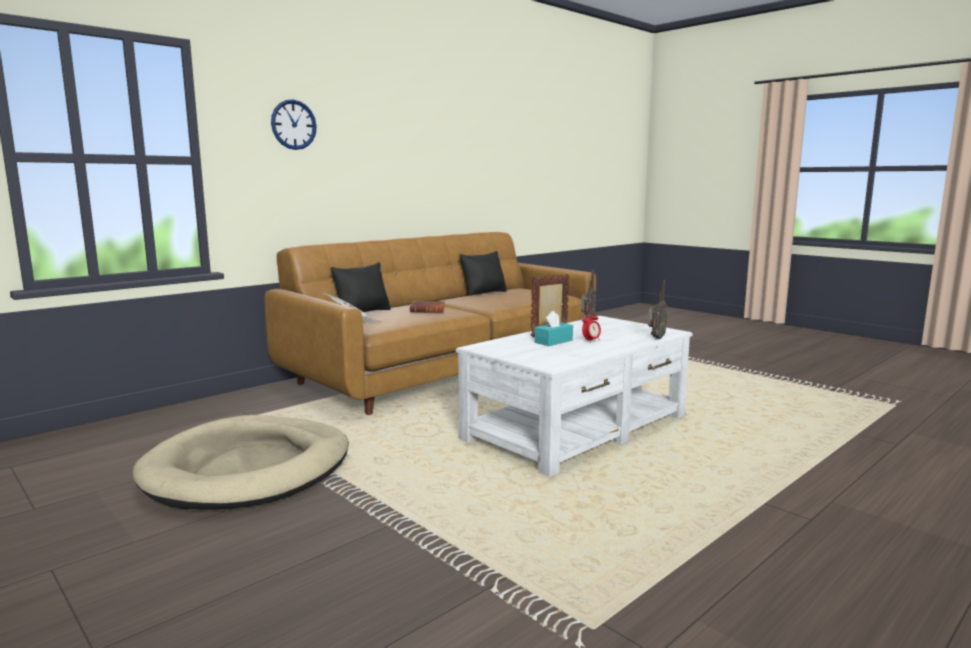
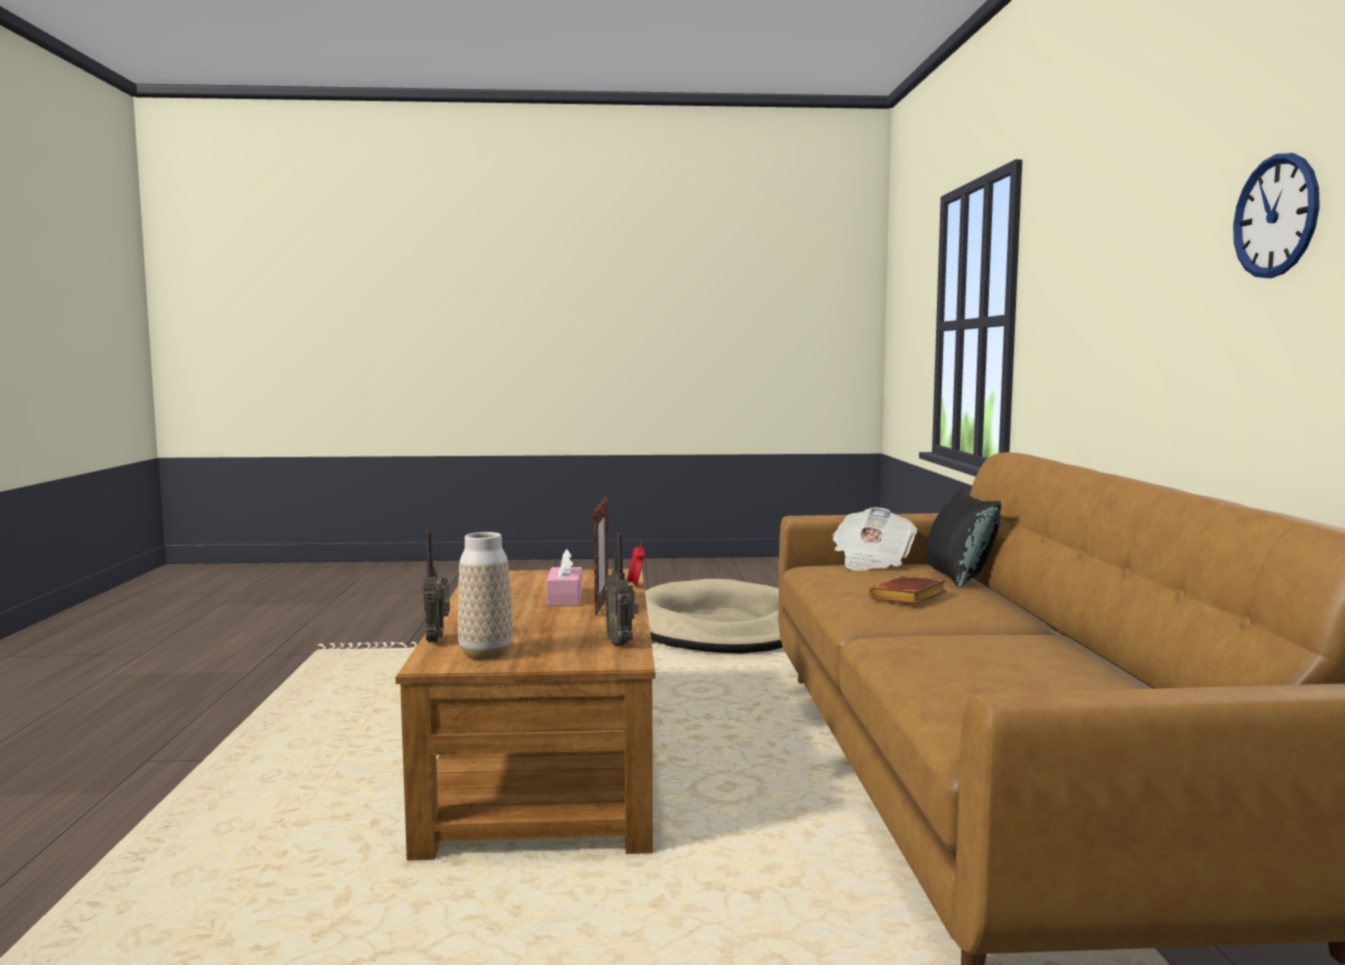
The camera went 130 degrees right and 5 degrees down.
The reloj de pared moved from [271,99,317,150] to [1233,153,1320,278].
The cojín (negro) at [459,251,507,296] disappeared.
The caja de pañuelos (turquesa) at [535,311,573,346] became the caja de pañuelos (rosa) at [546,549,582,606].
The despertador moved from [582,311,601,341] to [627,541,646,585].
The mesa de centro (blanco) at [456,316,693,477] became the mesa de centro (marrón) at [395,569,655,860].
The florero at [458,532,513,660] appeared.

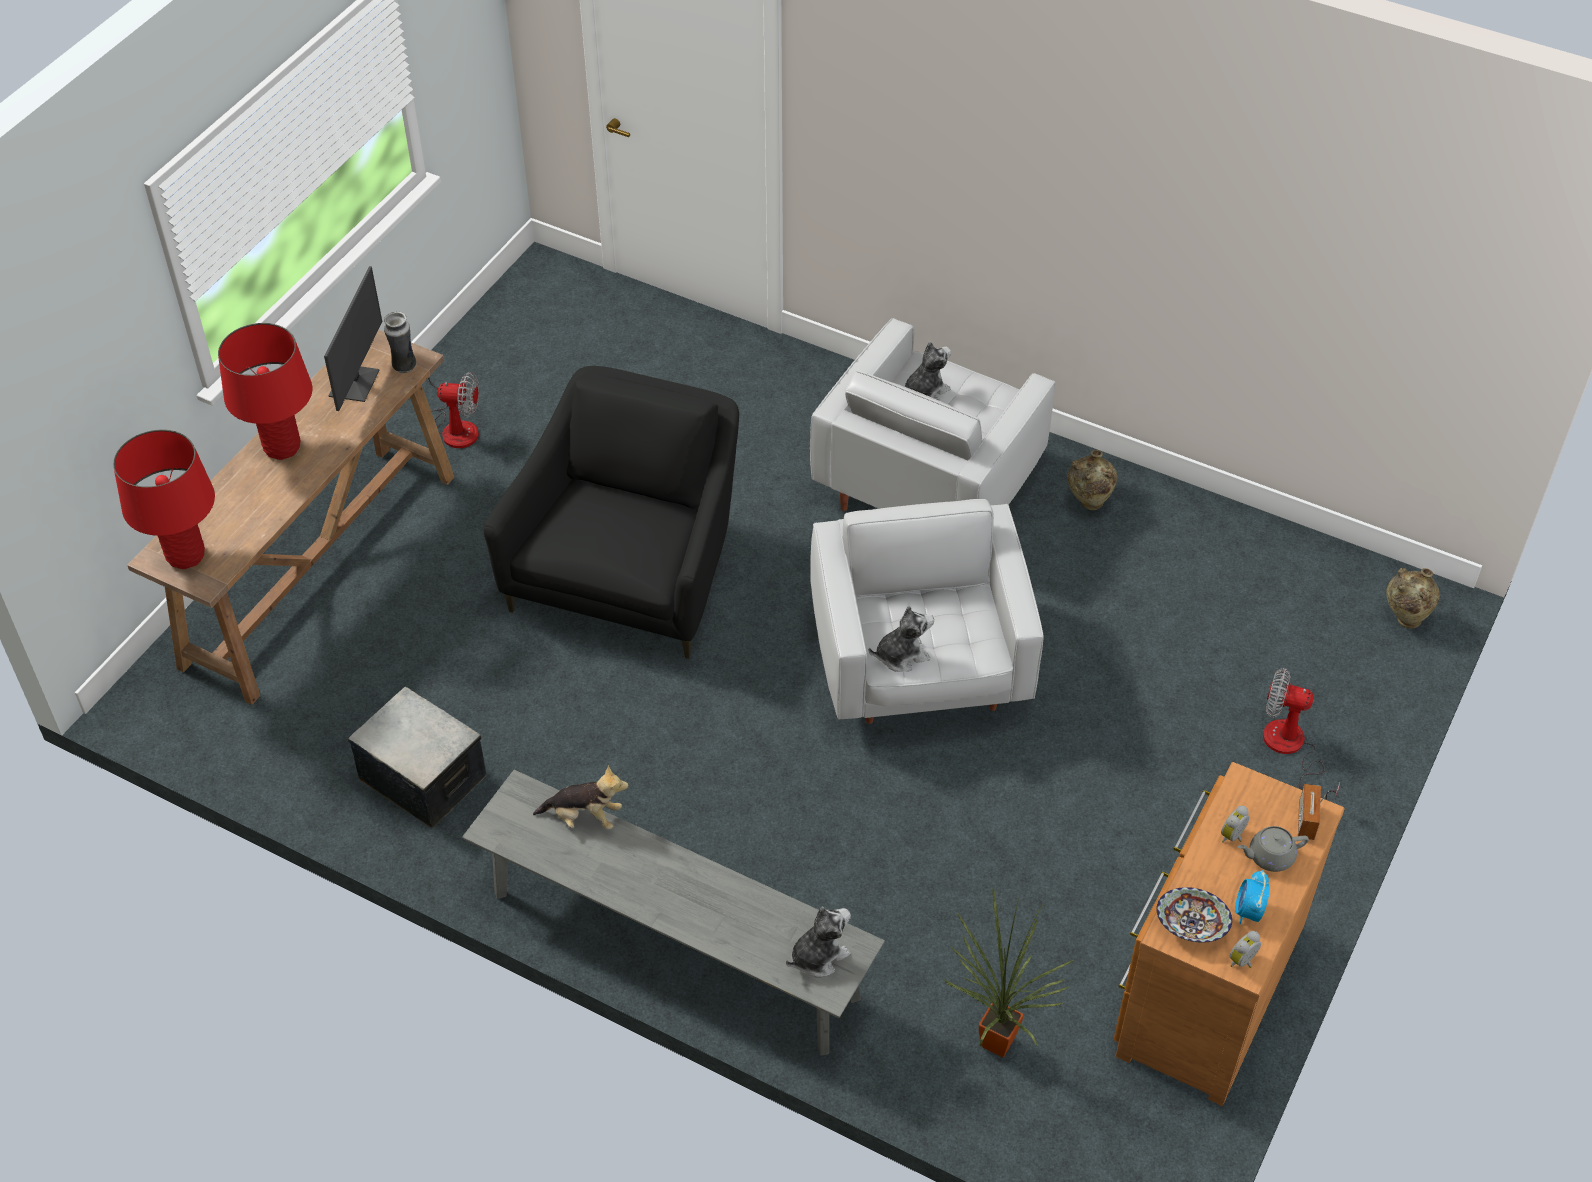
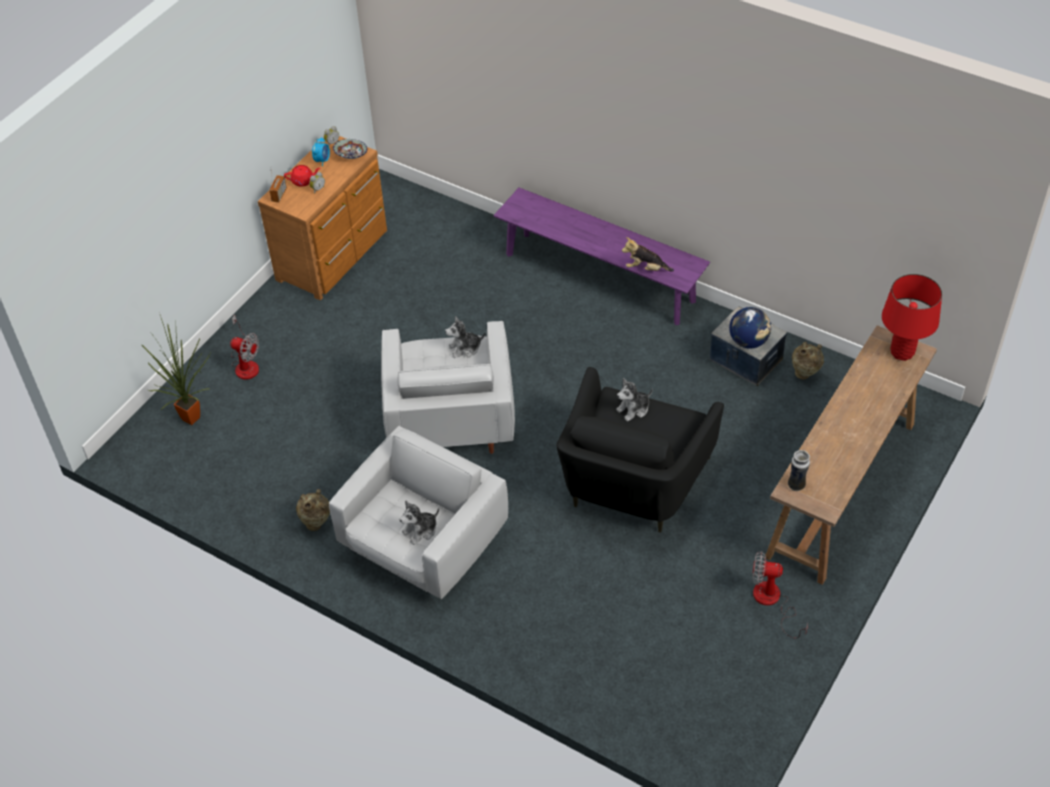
The camera went 175 degrees left and 0 degrees up.
The monitor at [324,266,382,411] disappeared.
The lámpara de mesa (rojo) at [218,323,313,460] disappeared.
The florero (beis) moved from [1386,568,1440,629] to [792,342,824,380].
The banco (gris) at [462,770,885,1056] became the banco (morado) at [494,187,710,325].
The tetera (gris) at [1238,826,1309,872] became the tetera (rojo) at [284,165,320,187].
The planta en maceta moved from [945,888,1073,1058] to [142,315,211,425].
The peluche moved from [786,906,851,977] to [616,378,653,422].
The globo terráqueo at [729,307,771,349] appeared.

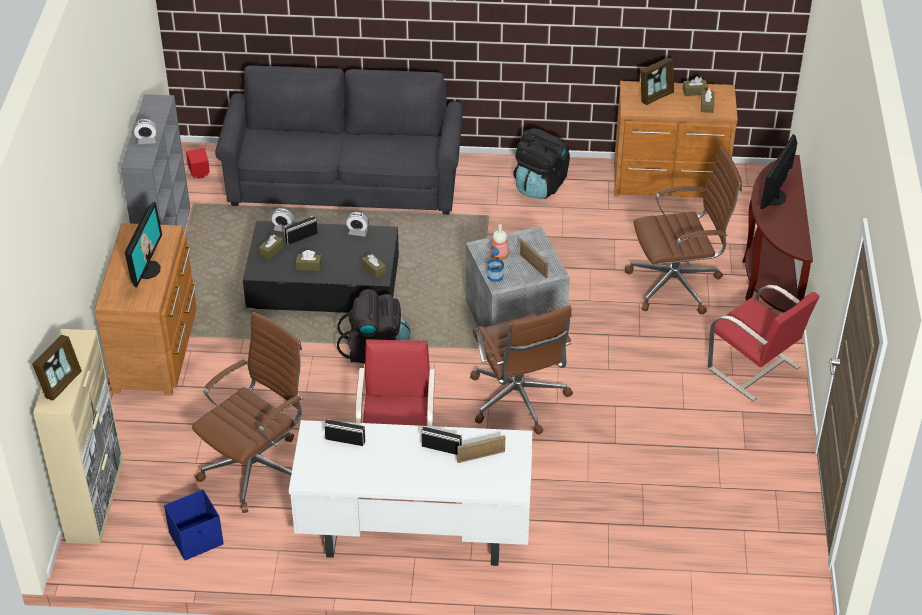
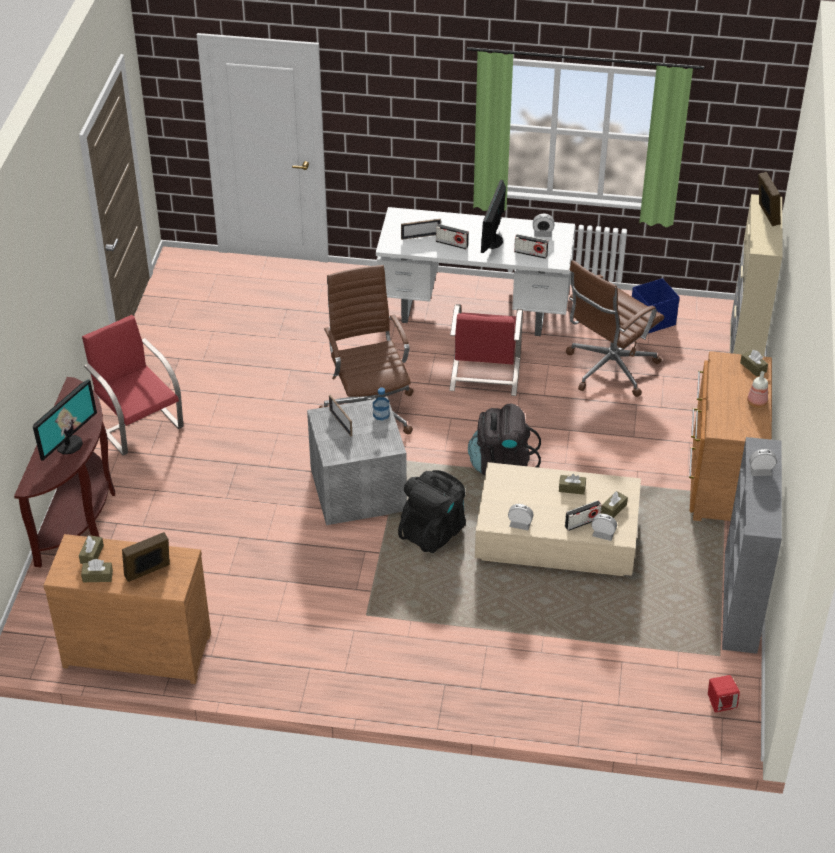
The camera went 175 degrees left and 0 degrees up.
The sofá (gris) at [215,66,463,215] disappeared.
The mochila (negro) moved from [513,128,570,199] to [398,470,466,553].
The silla de oficina (marrón) at [625,146,742,315] disappeared.
The monitor moved from [125,202,162,287] to [481,180,506,253].
The mesa de centro (negro) at [243,221,399,313] became the mesa de centro (beis) at [475,462,641,576].
The botella moved from [490,224,509,260] to [747,371,768,408].
The caja de pañuelos (marrón) moved from [362,253,386,279] to [740,349,768,377].
The portarretratos at [32,335,82,401] turned 135 degrees clockwise.
The despertador at [533,214,554,237] appeared.

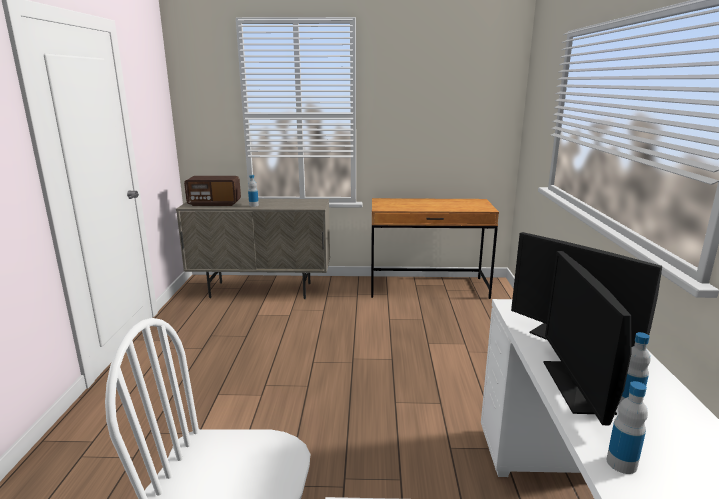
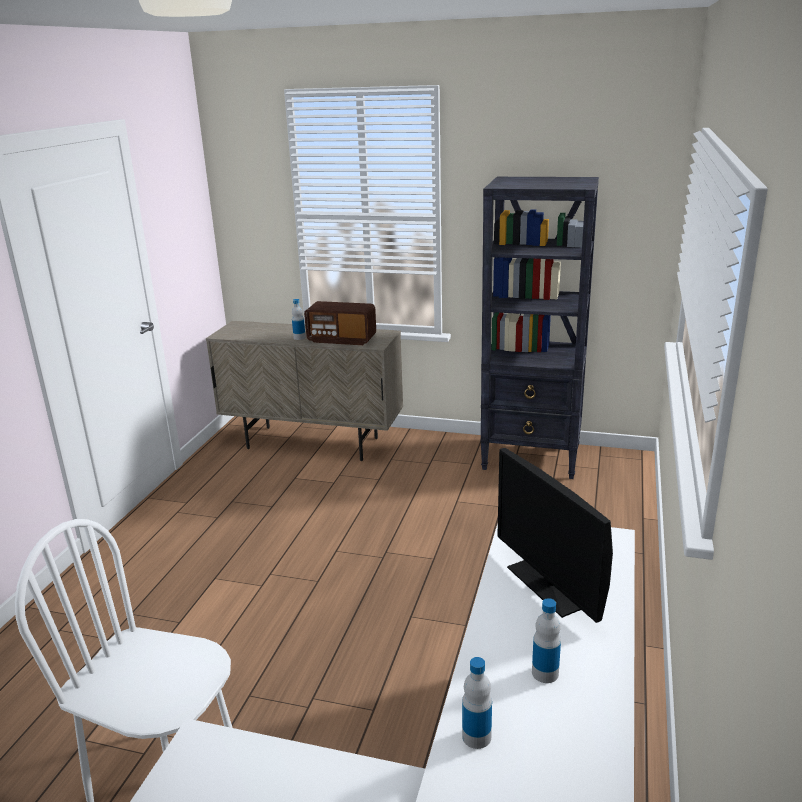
The camera went 15 degrees right and 5 degrees up.
The radio moved from [184,176,241,206] to [304,301,376,345].
The escritorio (marrón) at [371,198,499,299] was replaced by the estantería (negro) at [480,177,599,479].
The monitor at [543,251,631,425] disappeared.

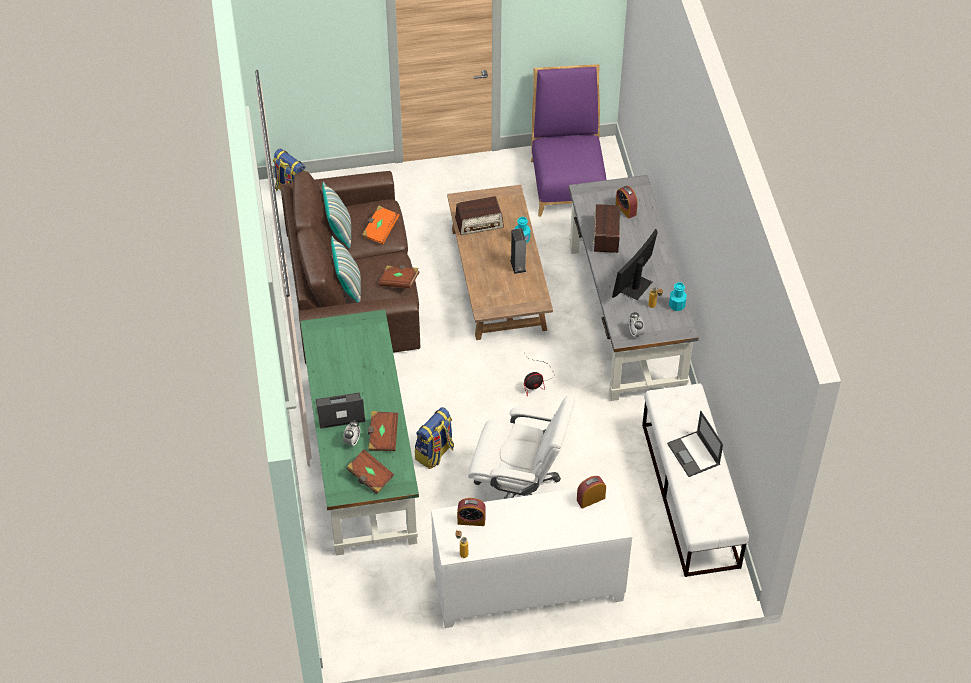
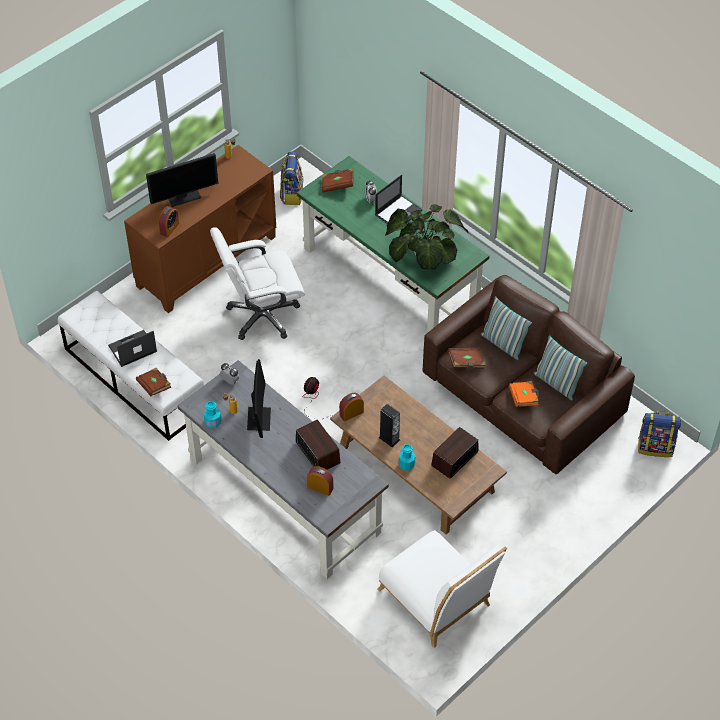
The camera went 145 degrees right and 0 degrees up.
The silla (morado) at [531,64,607,217] became the silla (blanco) at [378,530,507,648].
The mochila moved from [415,407,454,469] to [280,152,304,205].
The libro (marrón) moved from [368,411,398,451] to [136,368,171,396].
The portátil at [667,411,723,477] turned 60 degrees counterclockwise.
The armario (blanco) at [431,482,632,628] became the armario (marrón) at [124,145,276,313].
The despertador moved from [457,498,486,526] to [339,393,364,422].
The monitor at [146,153,218,207] appeared.
The planta en maceta at [385,204,468,269] appeared.

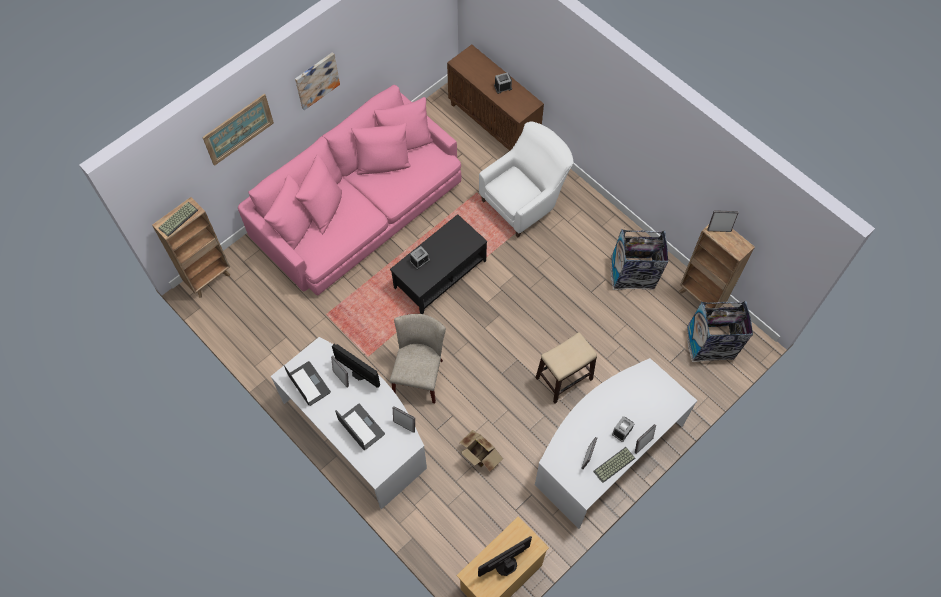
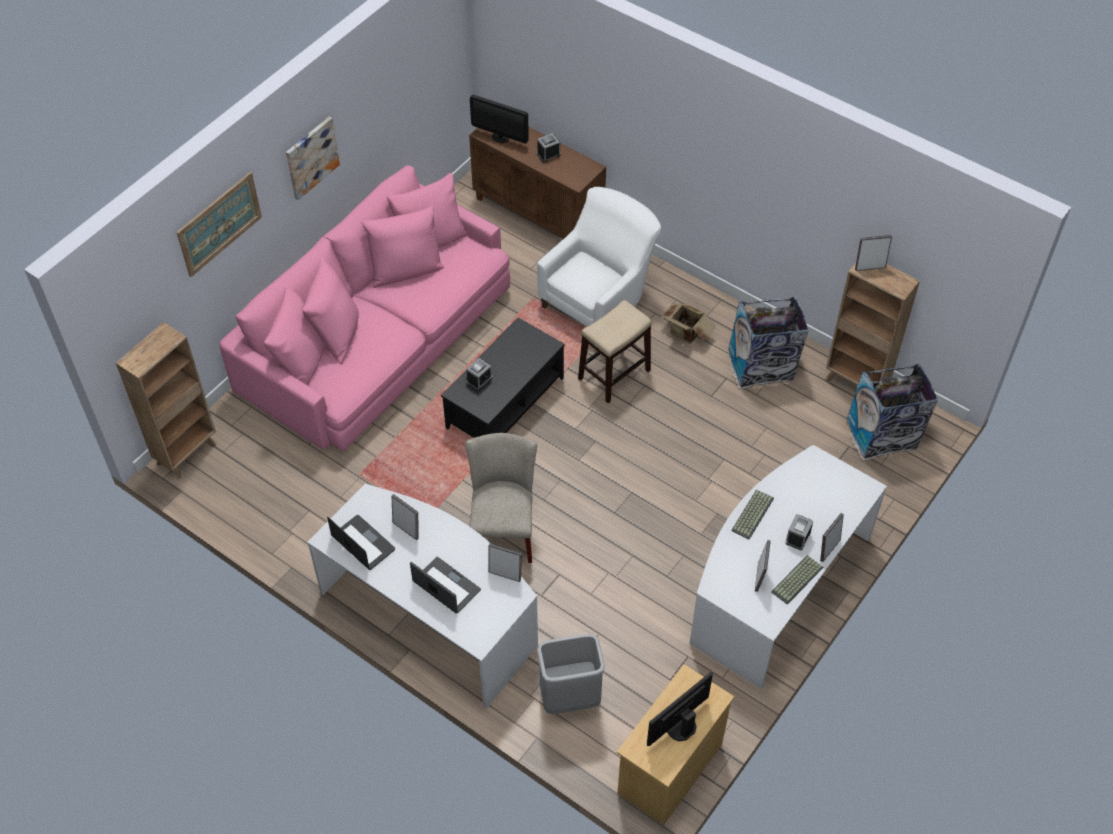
The camera went 10 degrees left and 10 degrees down.
The teclado moved from [159,202,198,237] to [731,489,774,539].
The taburete moved from [535,332,597,404] to [578,300,651,403].
The monitor moved from [332,344,380,388] to [470,95,529,143].
The caja de cartón moved from [460,430,503,472] to [660,303,716,344].
The papelera (gris) at [537,634,605,714] appeared.

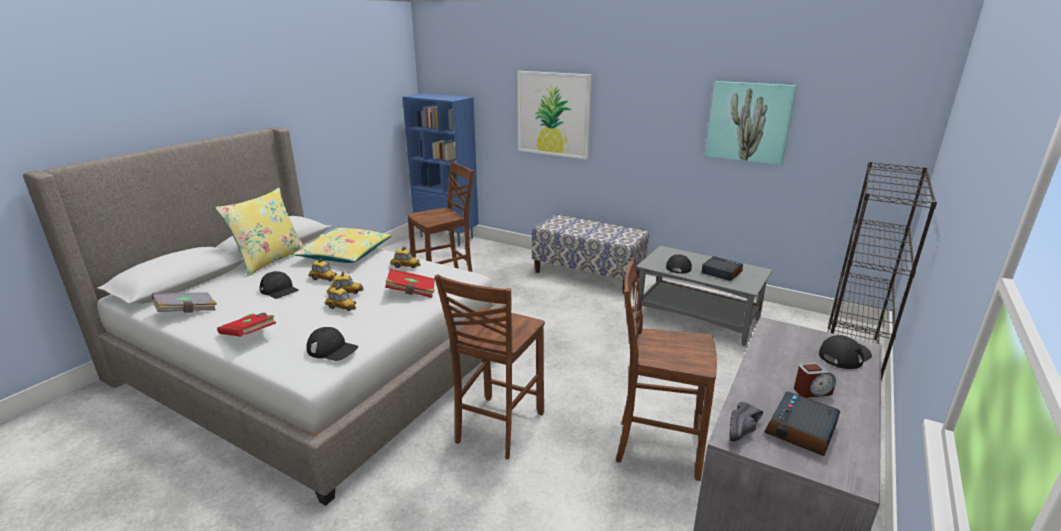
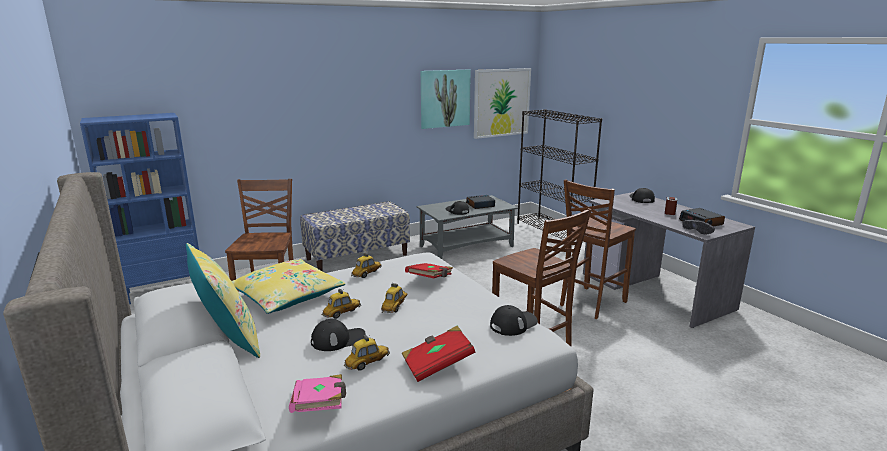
The camera went 60 degrees left and 5 degrees down.
The cuadro moved from [518,71,593,159] to [474,68,531,139].
The coche de juguete moved from [324,285,356,311] to [344,335,390,371].
The libro (gris) at [151,293,217,313] became the libro (rosa) at [289,374,346,413].

